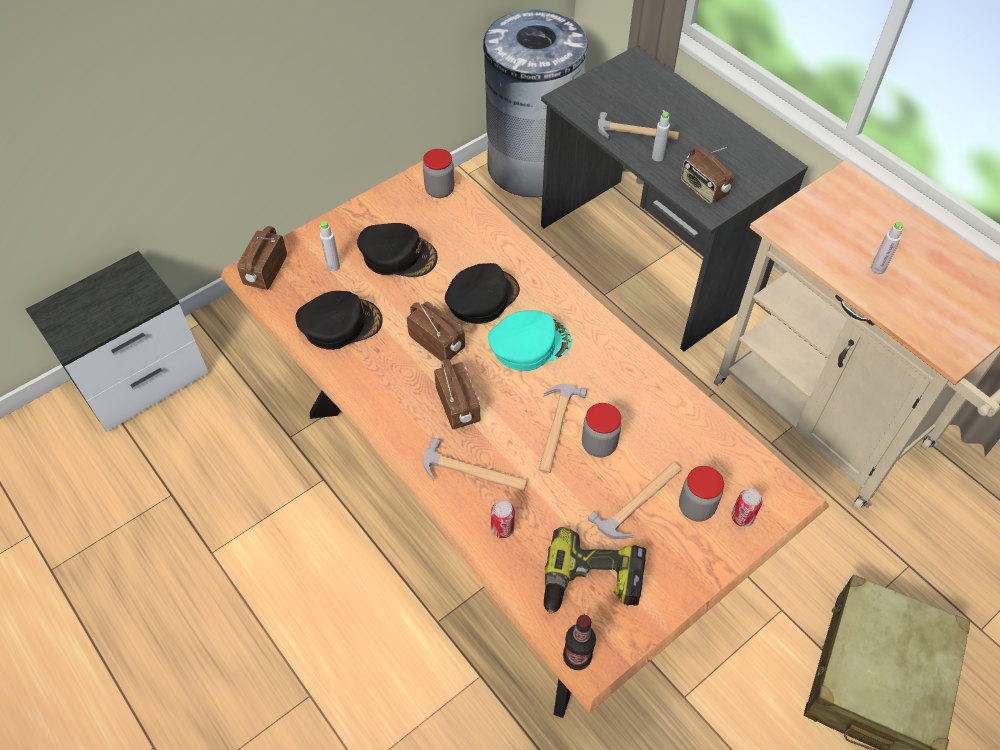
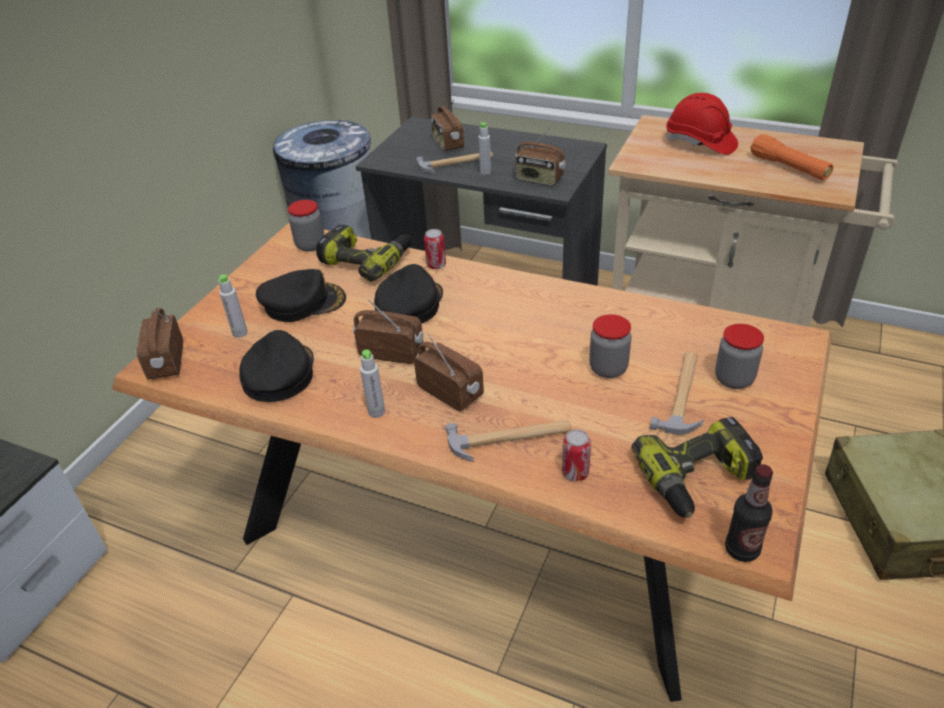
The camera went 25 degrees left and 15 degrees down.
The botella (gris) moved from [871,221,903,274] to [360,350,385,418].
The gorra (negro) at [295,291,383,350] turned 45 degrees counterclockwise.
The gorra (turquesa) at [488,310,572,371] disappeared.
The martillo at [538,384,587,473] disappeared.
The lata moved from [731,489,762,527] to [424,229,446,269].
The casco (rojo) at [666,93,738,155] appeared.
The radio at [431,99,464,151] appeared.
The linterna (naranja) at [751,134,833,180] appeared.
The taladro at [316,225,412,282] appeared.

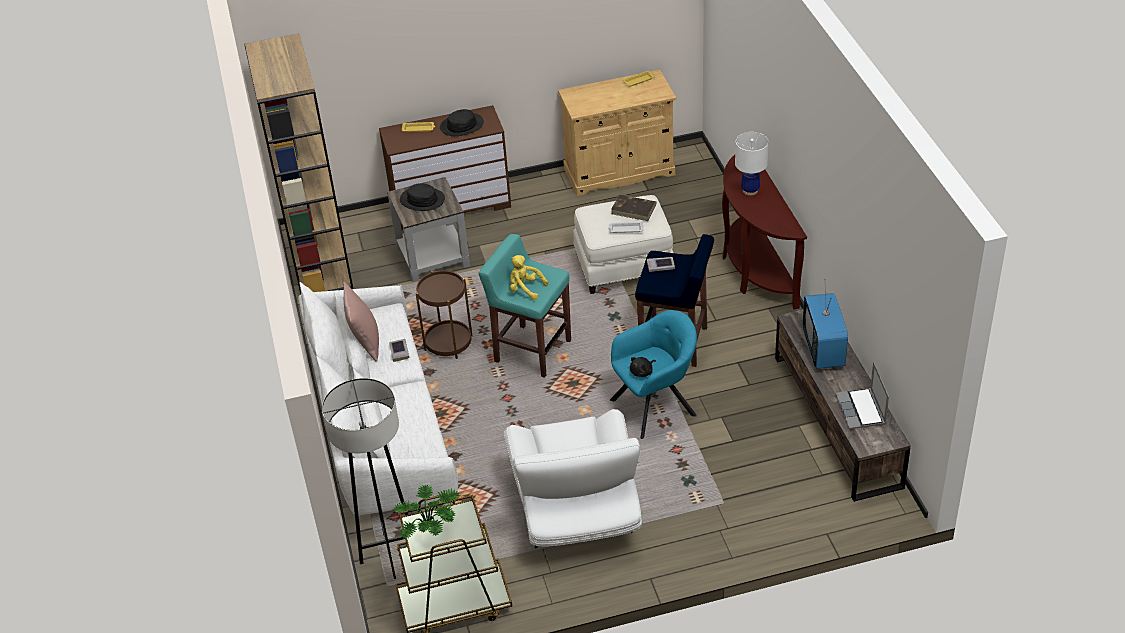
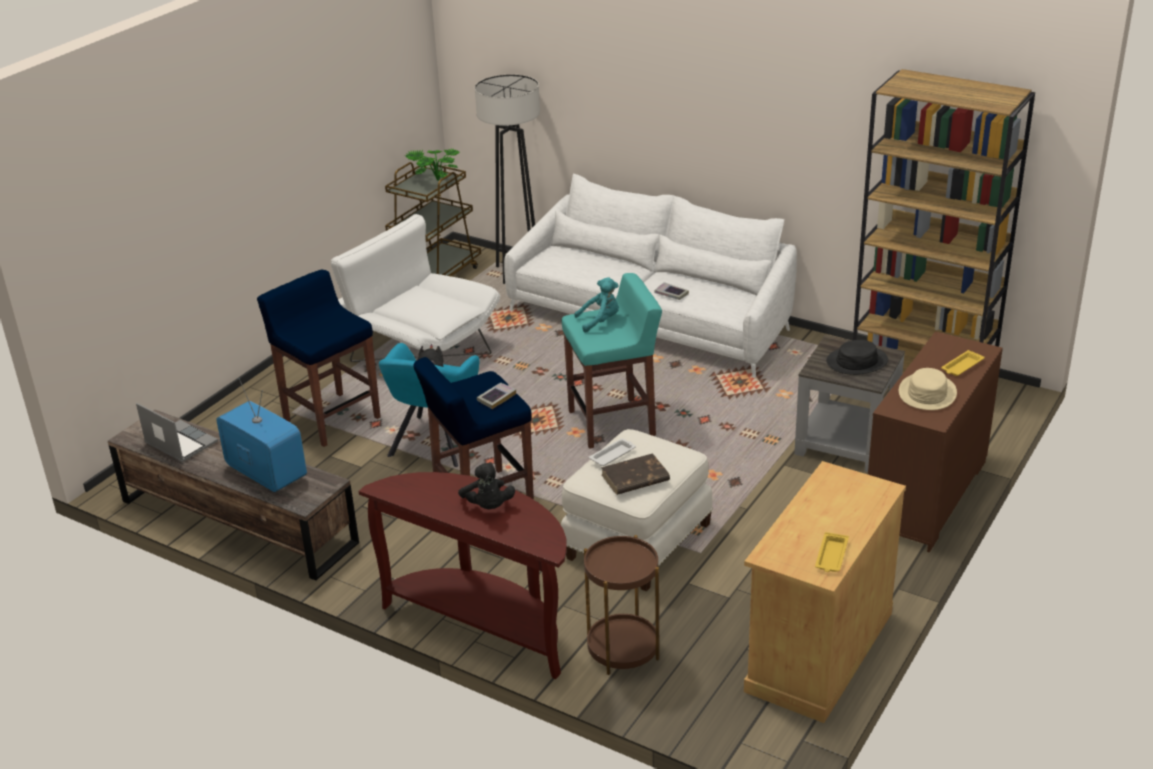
The camera went 135 degrees right and 10 degrees down.
The sombrero (negro) at [440,109,484,136] became the sombrero (beis) at [899,368,957,410].
The lámpara de mesa (blanco) at [735,132,769,196] was replaced by the peluche (negro) at [458,462,515,509].
The peluche (amarillo) at [510,255,548,300] became the peluche (turquesa) at [574,277,619,333].
The mesa auxiliar (marrón) moved from [415,270,472,359] to [584,535,660,675].
The cojín (rosa) at [343,282,379,362] disappeared.
The taburete (azul) at [257,270,381,447] appeared.

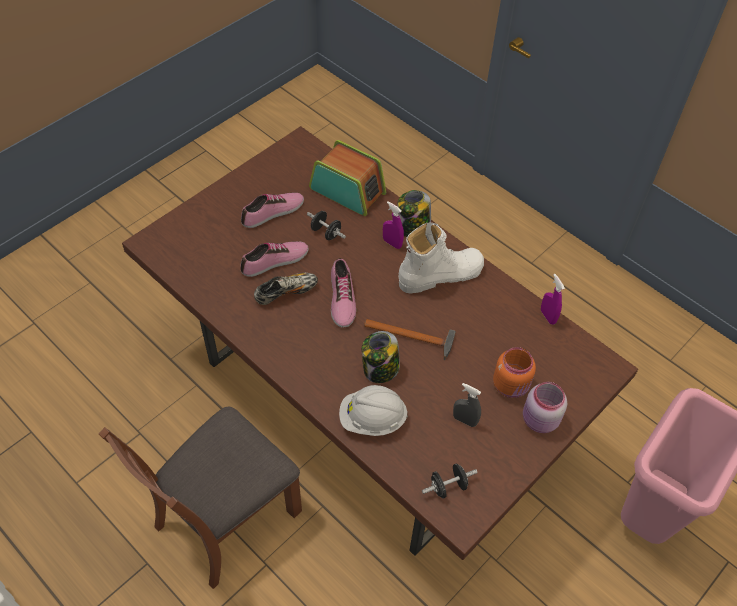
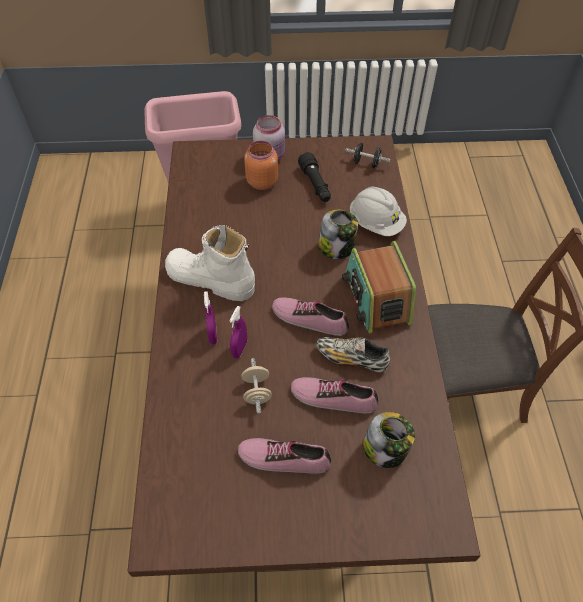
The camera went 135 degrees left and 0 degrees up.
The radio moved from [309,140,387,216] to [342,241,416,334].
The tarro moved from [397,190,431,237] to [363,412,415,468].
The mancuerna (negro) at [307,211,346,240] became the mancuerna (beis) at [241,358,272,414].
The zapato at [331,258,356,328] turned 105 degrees counterclockwise.
The pulverizador (morado) moved from [541,274,565,325] to [229,306,247,359].
The martillo at [364,319,456,360] disappeared.
The pulverizador (gris) at [453,383,481,427] was replaced by the linterna (negro) at [298,152,331,202].

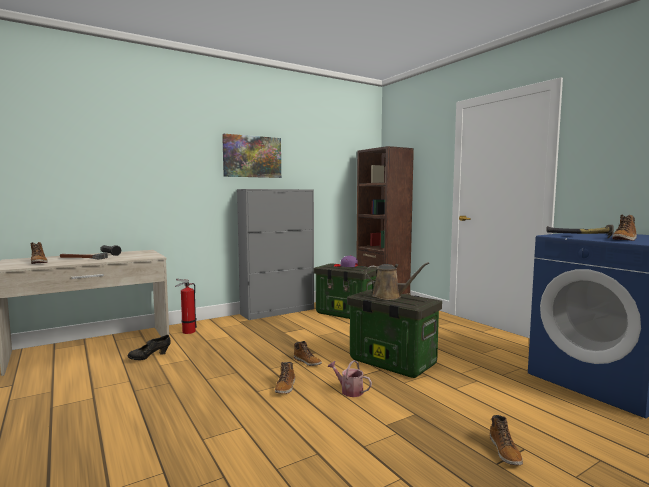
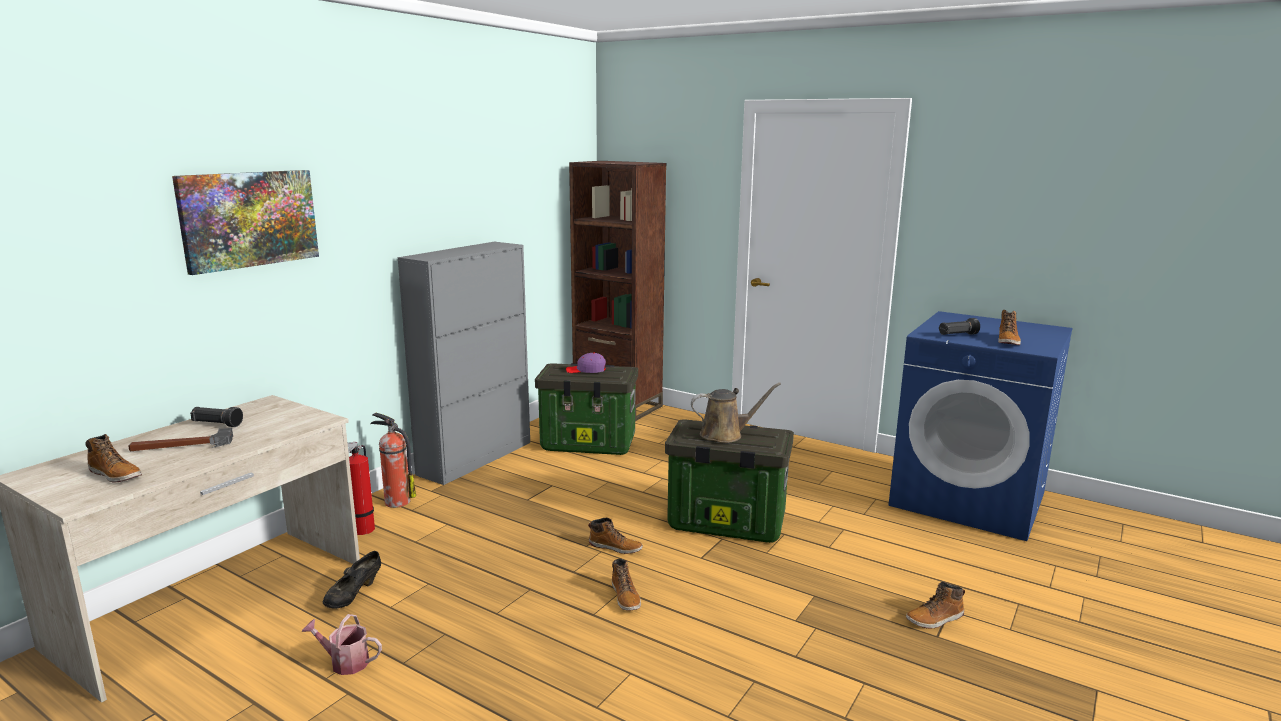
The camera went 25 degrees left and 10 degrees up.
The cuadro moved from [222,134,281,178] to [172,170,319,275].
The martillo at [546,225,614,238] was replaced by the linterna (negro) at [939,318,980,335].
The regadera moved from [327,360,372,397] to [301,614,382,675].
The bota at [490,415,523,465] turned 90 degrees clockwise.
The extintor at [370,413,416,508] appeared.

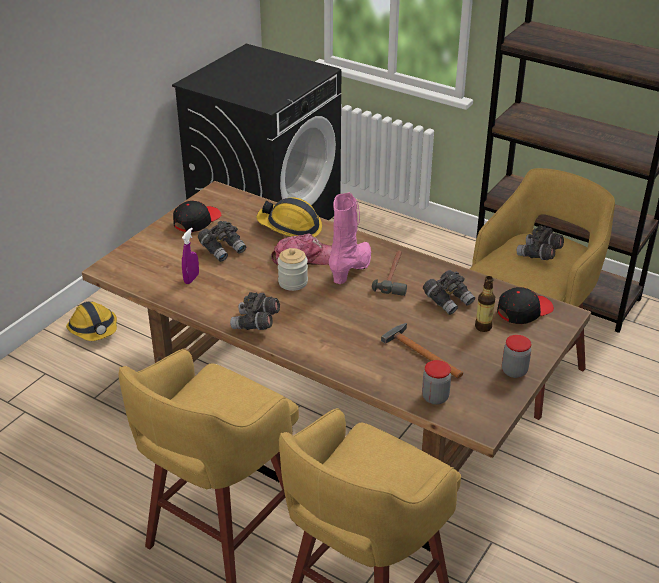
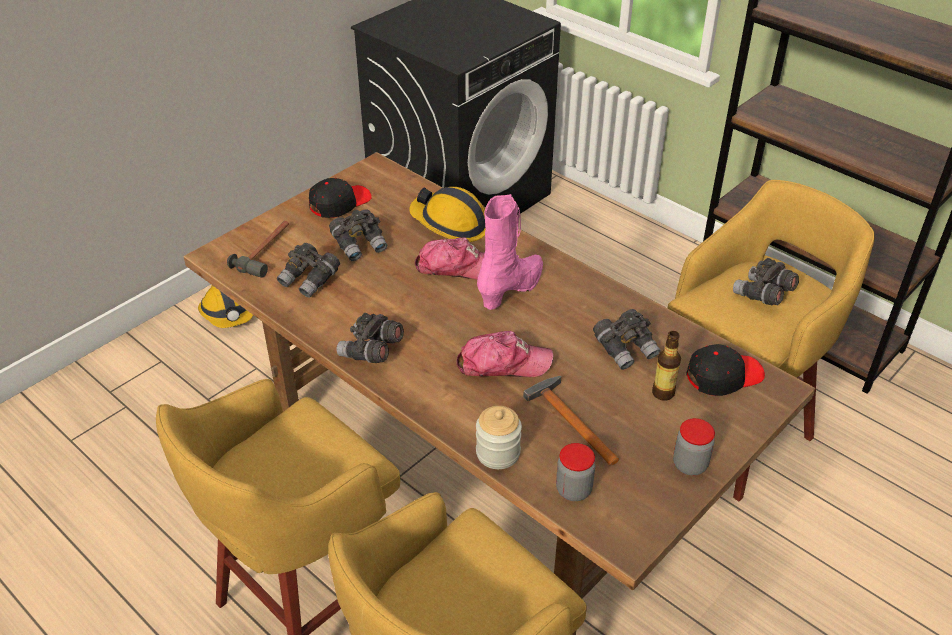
The camera went 10 degrees right and 5 degrees up.
The pulverizador (morado) at [182,228,199,284] was replaced by the prismáticos (gris) at [277,243,340,298].
The tarro moved from [277,248,308,291] to [476,406,522,469].
The martillo moved from [372,251,407,296] to [227,221,289,278].
The gorra at [457,331,553,377] appeared.

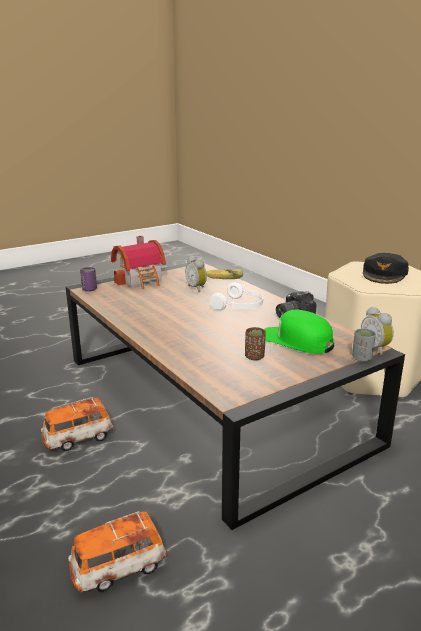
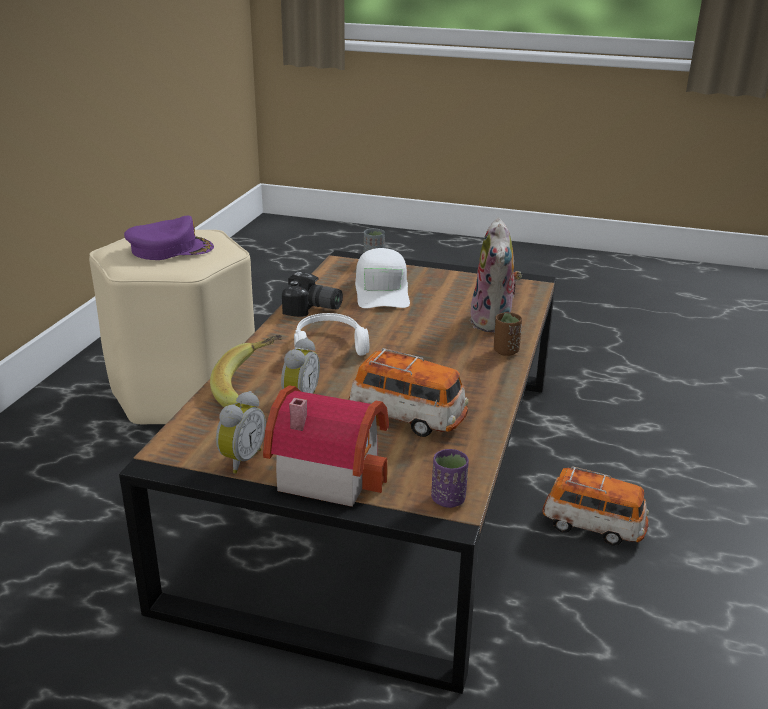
The camera went 130 degrees left and 5 degrees up.
The gorra (negro) at [363,253,409,284] became the gorra (morado) at [124,216,214,260].
The despertador moved from [361,307,394,355] to [216,391,266,474].
The gorra (verde) at [264,310,334,354] became the gorra (blanco) at [355,248,410,308].
The taza (marrón) moved from [245,327,266,361] to [494,312,522,356].
The coche de juguete moved from [68,511,167,592] to [348,348,468,437].
The peluche at [471,218,522,332] appeared.

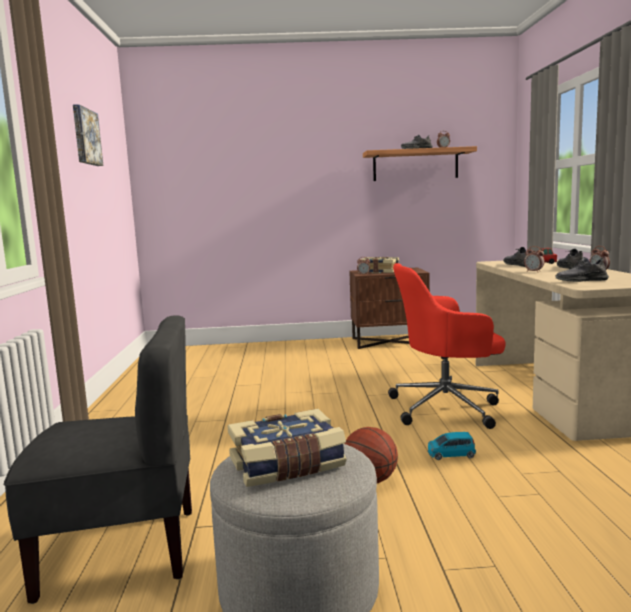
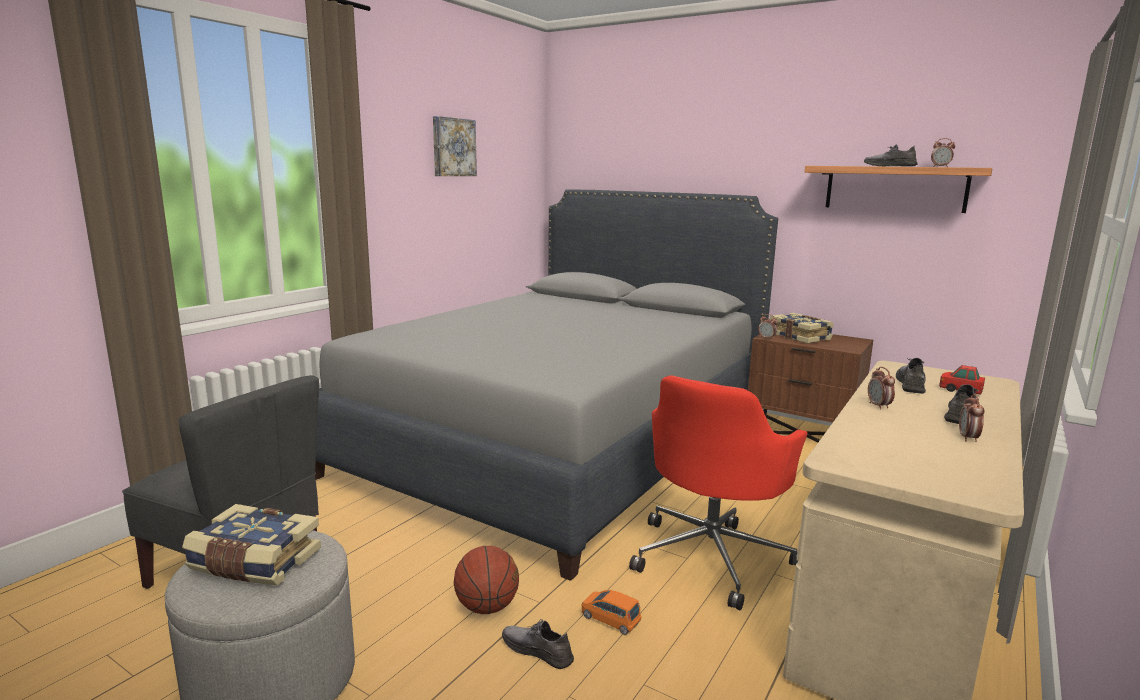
The camera went 35 degrees right and 5 degrees up.
The zapato (gris) moved from [556,257,609,282] to [502,619,574,669].
The silla de oficina (rojo) at [388,263,506,429] turned 90 degrees counterclockwise.
The coche de juguete (azul) at [428,432,476,460] became the coche de juguete (naranja) at [581,590,641,635].
The cama (gris) at [315,189,778,581] appeared.

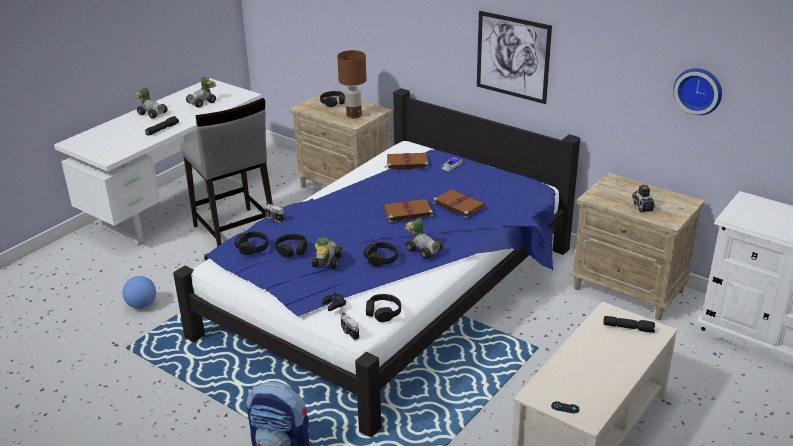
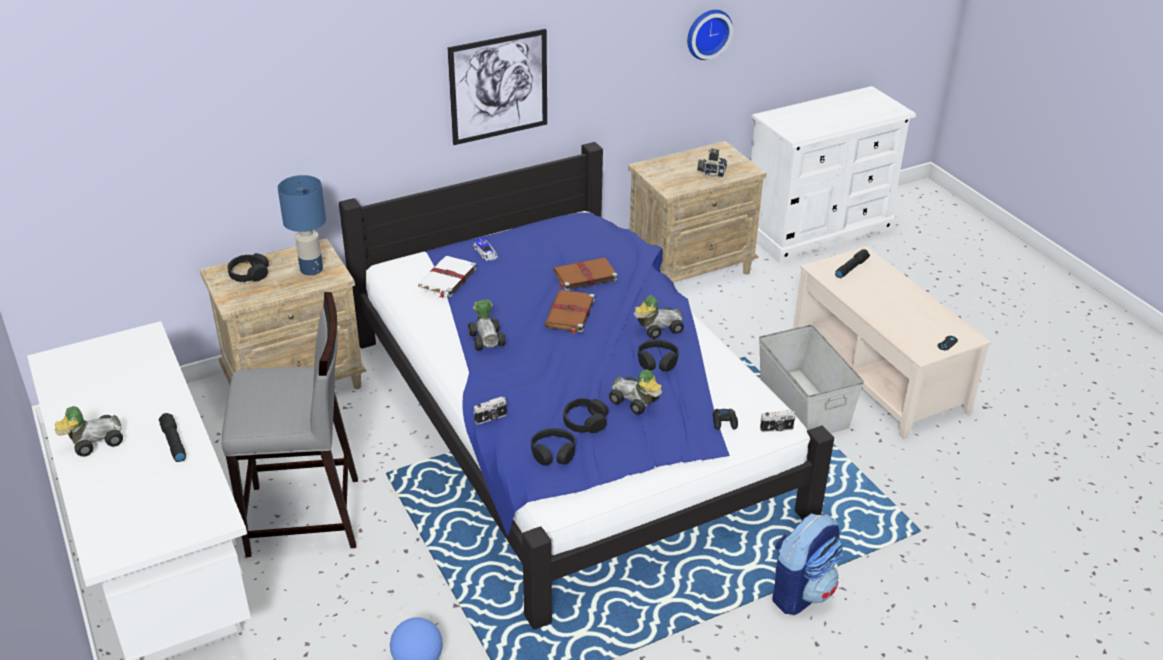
The camera went 65 degrees left and 5 degrees up.
The lámpara de mesa (marrón) at [337,50,367,118] became the lámpara de mesa (azul) at [278,175,326,275].
The coche de juguete moved from [186,77,217,108] to [468,299,506,351].
The libro (marrón) at [384,153,428,170] became the libro (blanco) at [418,256,477,298].
The auriculares (negro) at [366,294,401,322] disappeared.
The caja de almacenaje (gris) at [759,325,864,433] appeared.

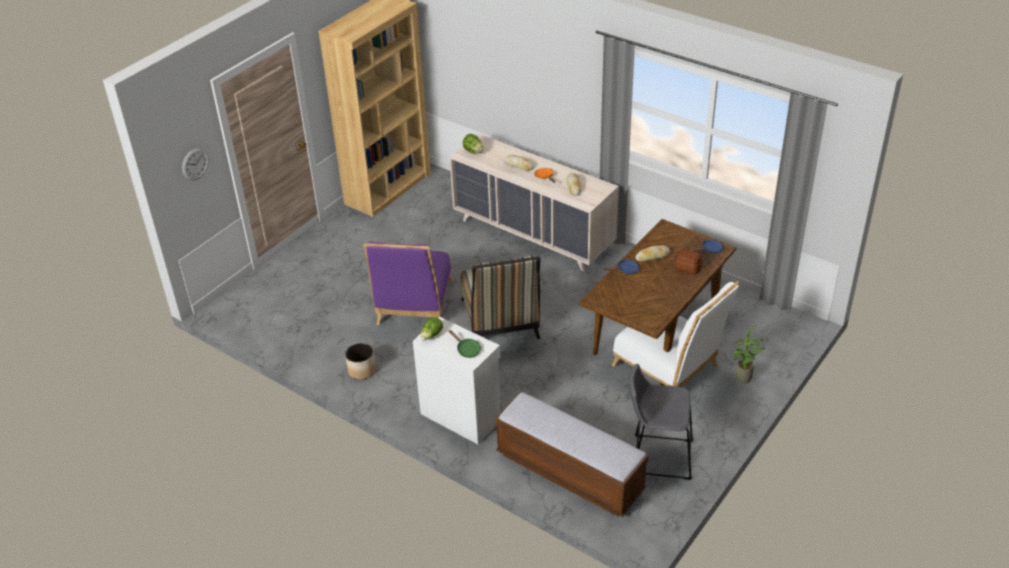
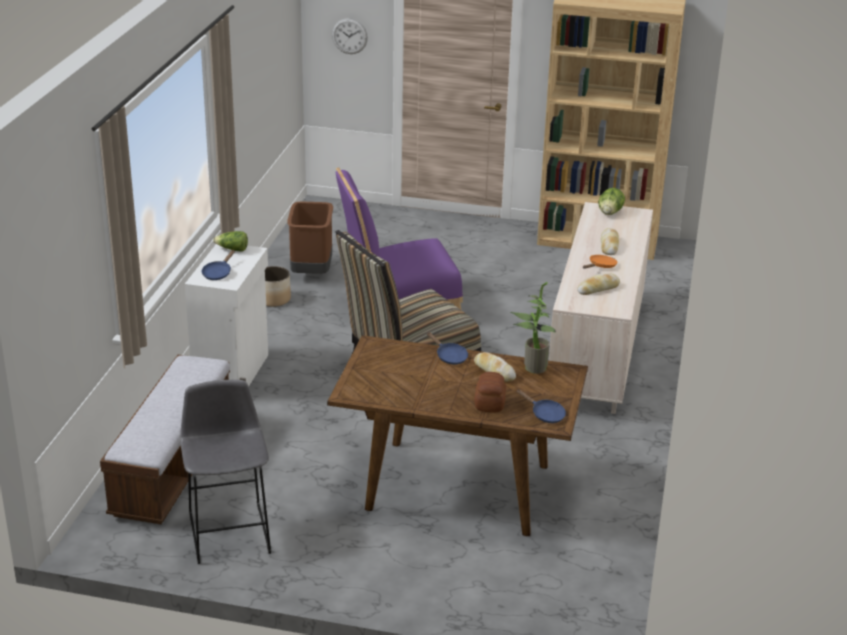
The camera went 65 degrees right and 10 degrees down.
The silla (blanco) at [611,281,740,387] disappeared.
The planta en maceta moved from [733,326,768,384] to [511,282,555,374].
The sartén (verde) at [449,330,481,358] became the sartén (azul) at [202,250,235,280].
The papelera (marrón) at [287,201,333,274] appeared.

